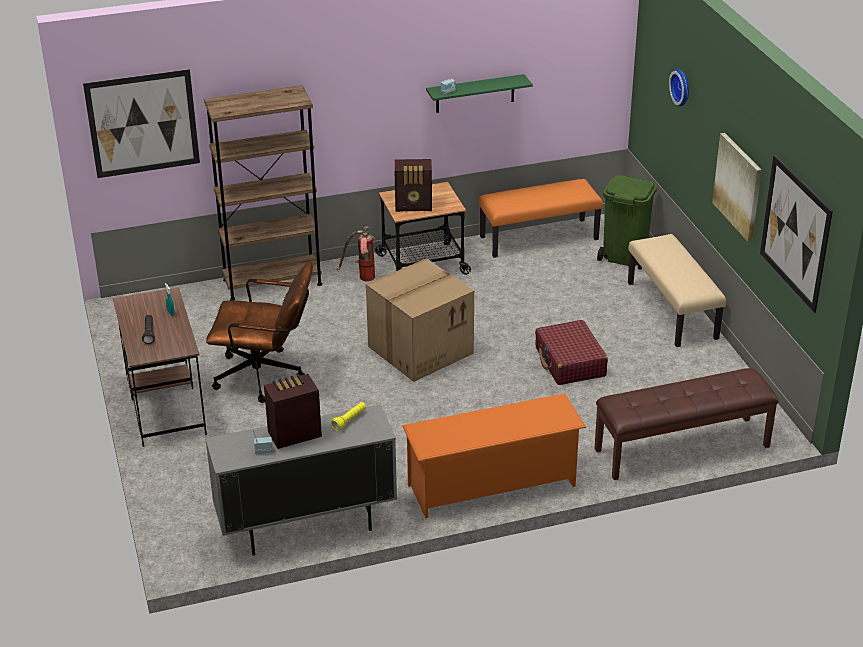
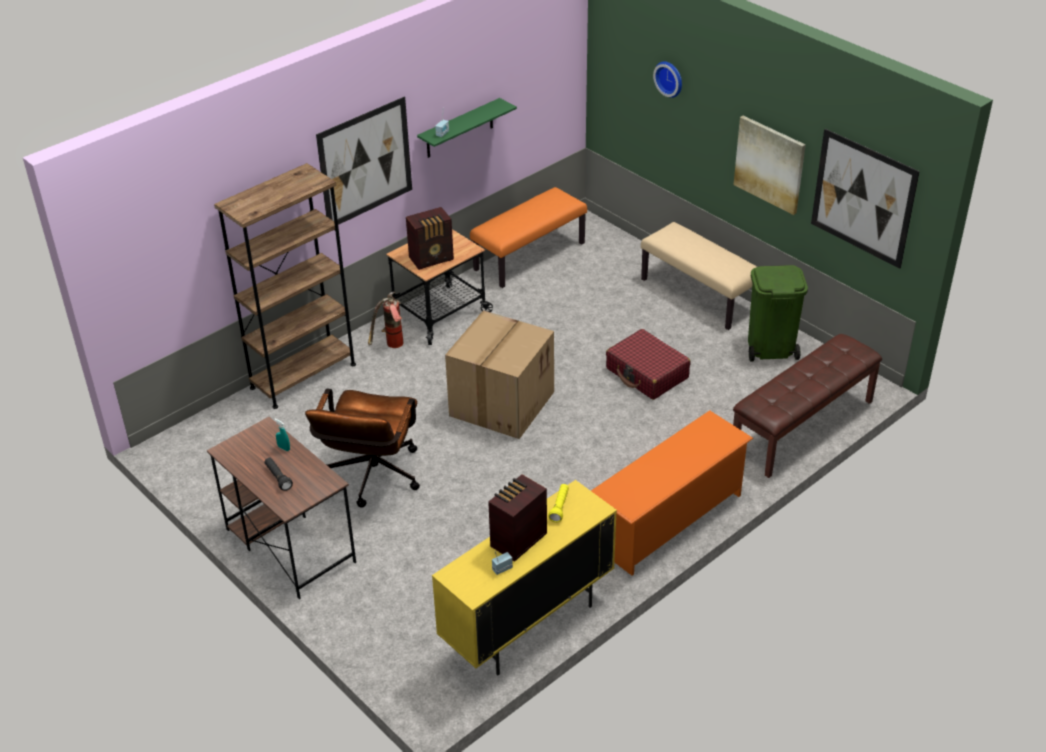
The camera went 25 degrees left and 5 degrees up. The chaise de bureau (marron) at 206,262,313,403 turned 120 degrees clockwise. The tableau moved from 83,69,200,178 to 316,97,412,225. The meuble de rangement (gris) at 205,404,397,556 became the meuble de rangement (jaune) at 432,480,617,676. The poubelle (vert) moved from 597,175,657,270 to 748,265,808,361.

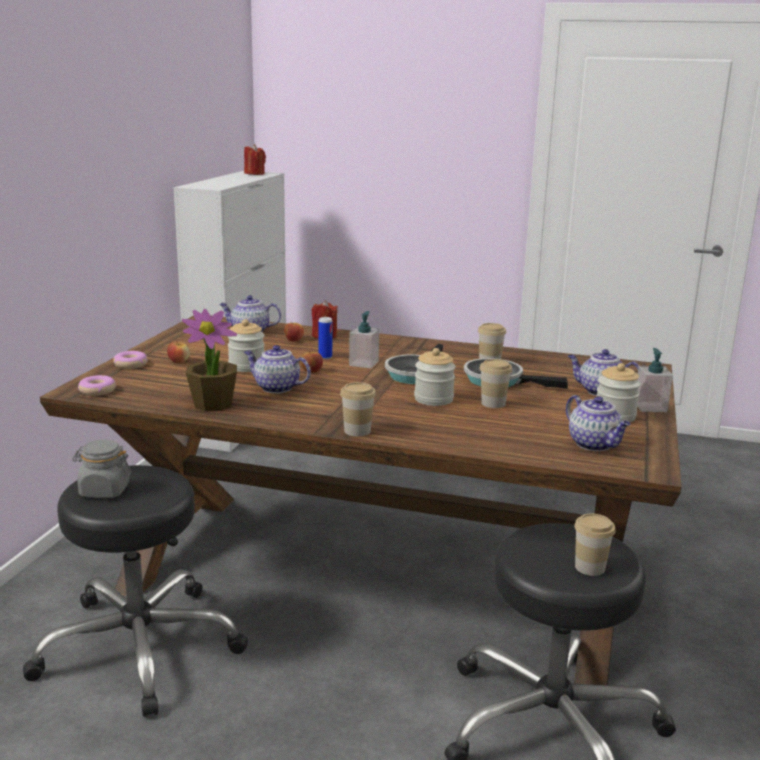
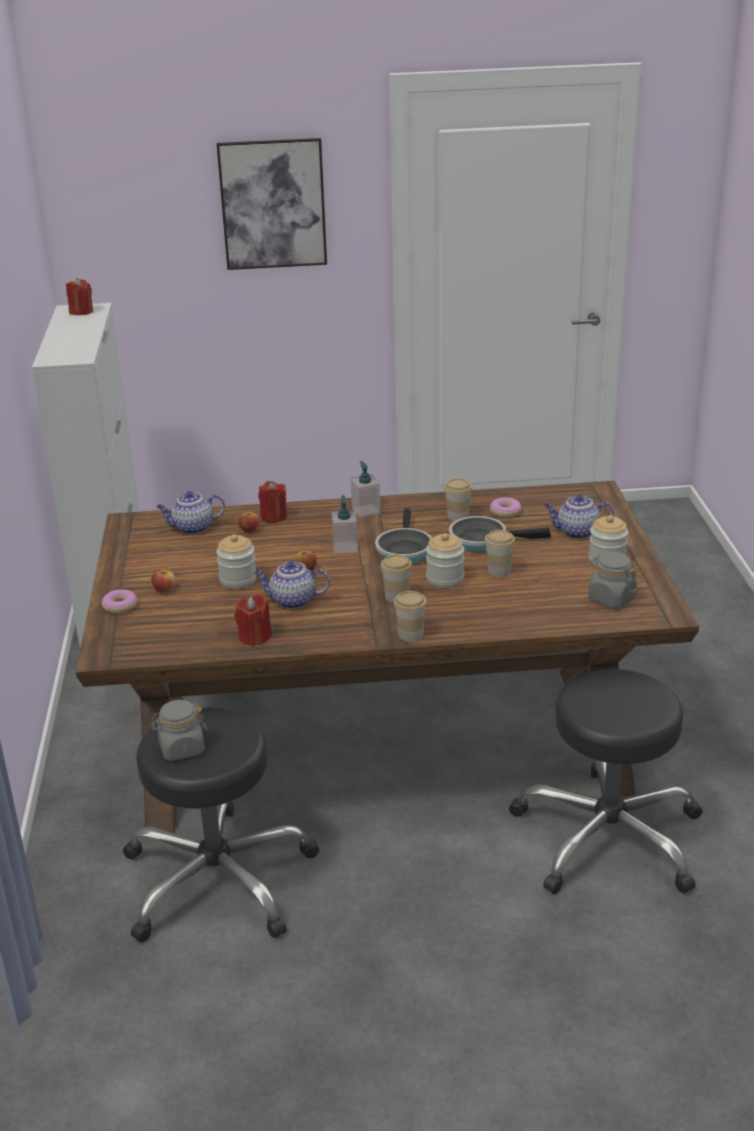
The camera went 20 degrees left and 10 degrees up. The tableau at 217,138,327,270 appeared. The plante en pot at 182,309,237,412 was replaced by the bougie (rouge) at 234,594,272,646. The distributeur de savon moved from 637,348,673,412 to 351,461,381,517. The tasse moved from 574,513,615,576 to 381,554,412,603. The beignet moved from 78,375,116,396 to 490,497,521,518. The théière at 566,395,631,451 was replaced by the bocal (gris) at 588,552,637,608. The boîte métallique at 318,317,333,359 disappeared.

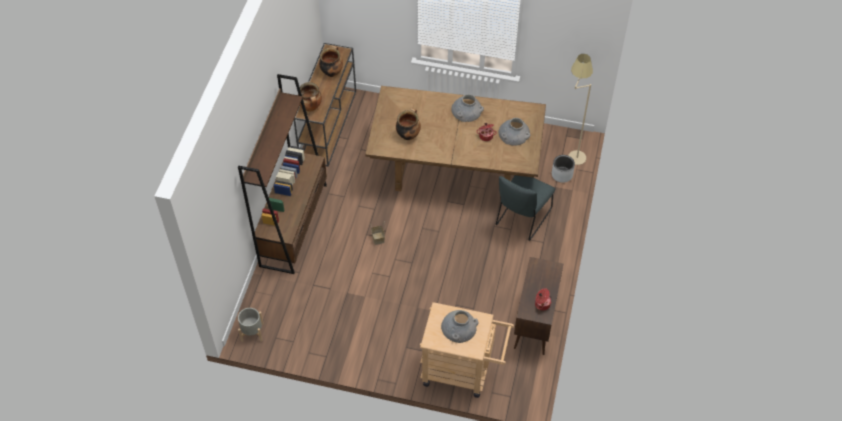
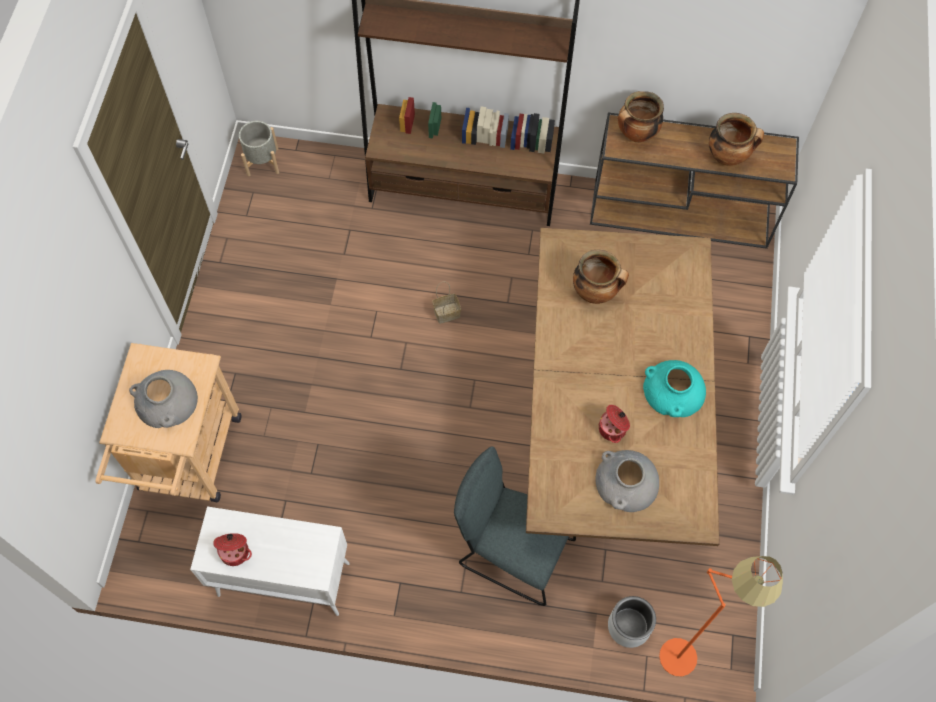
The camera went 85 degrees right and 10 degrees up. The meuble de rangement (marron) at 514,257,563,355 became the meuble de rangement (blanc) at 190,507,350,616. The vase (gris) at 451,94,484,122 became the vase (turquoise) at 643,360,706,417. The lampadaire (beige) at 568,54,593,165 became the lampadaire (orange) at 659,556,783,676.

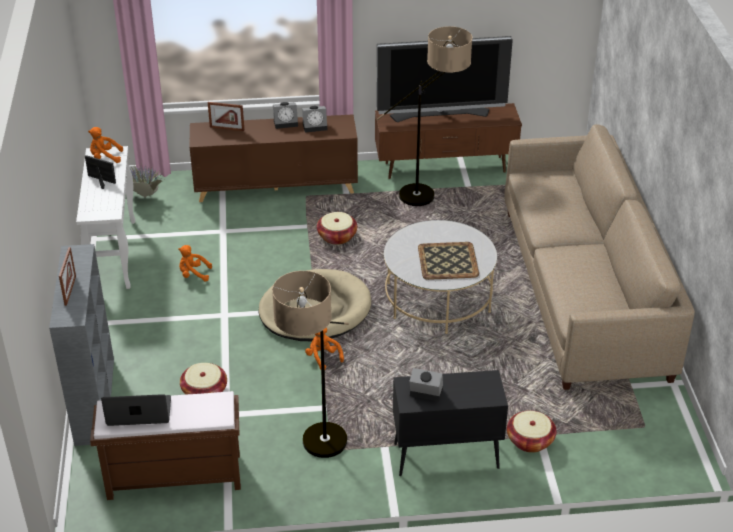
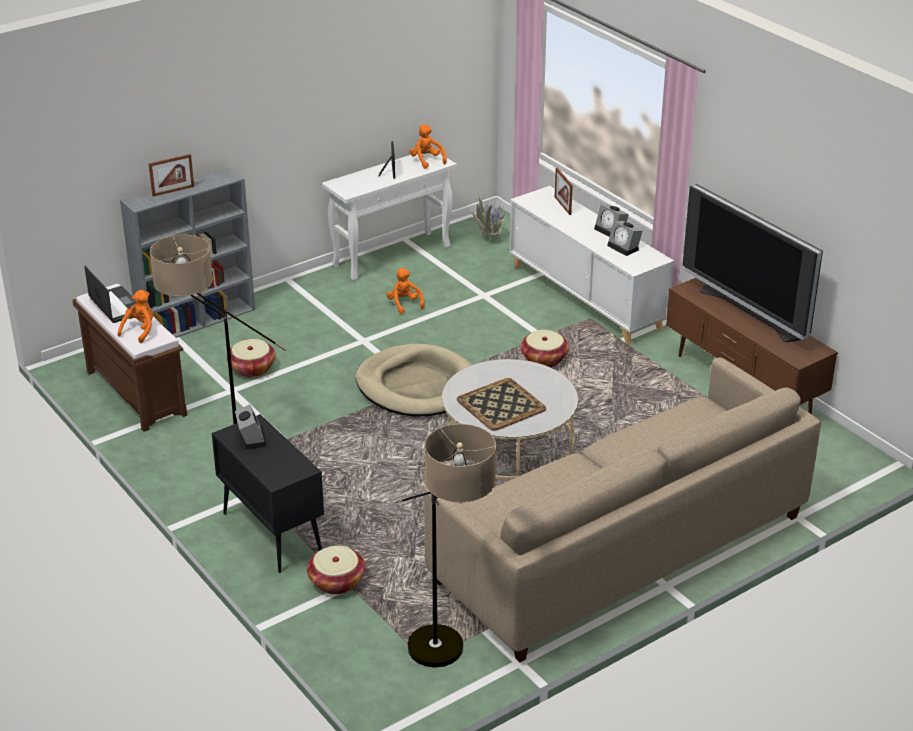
The camera went 60 degrees right and 5 degrees down. The peluche (orange) moved from 305,327,344,369 to 118,290,153,343. The lampadaire moved from 376,26,472,206 to 396,424,496,667. The meuble de rangement (marron) at 189,114,358,202 became the meuble de rangement (blanc) at 509,186,674,344.

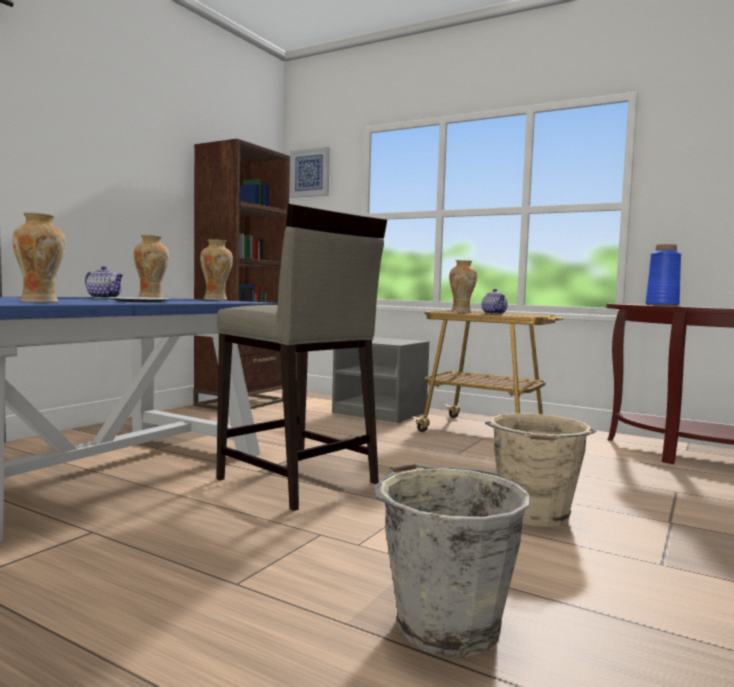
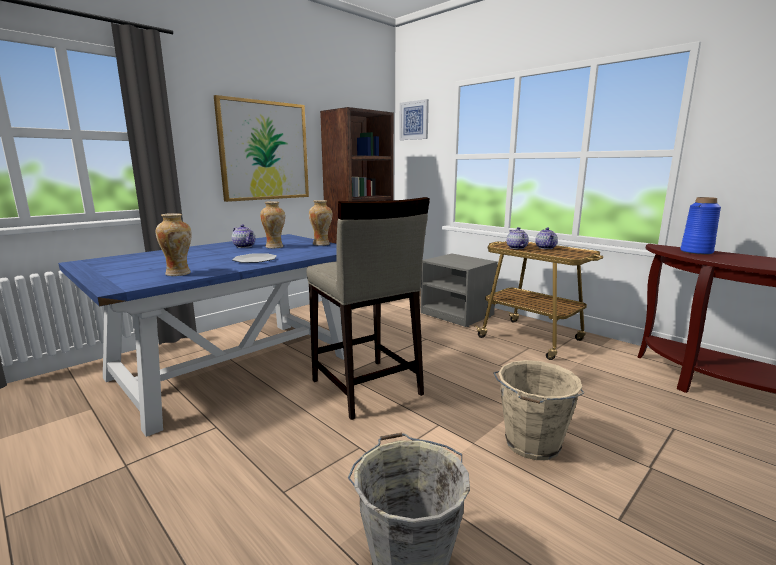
The camera went 15 degrees right and 10 degrees up. The tableau at 214,95,309,202 appeared. The vase at 449,260,477,313 was replaced by the théière at 507,227,529,249.

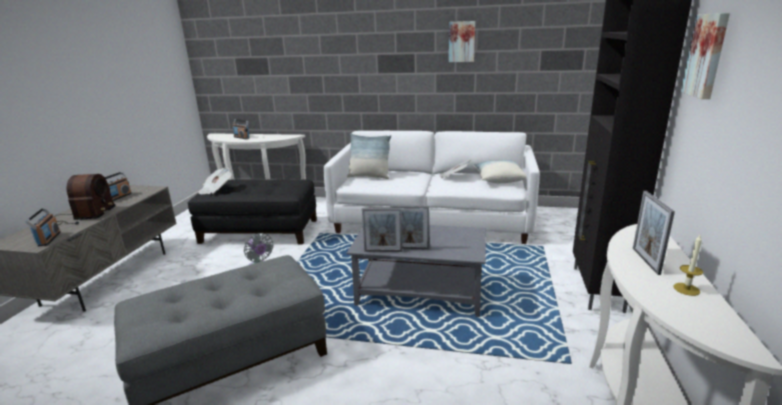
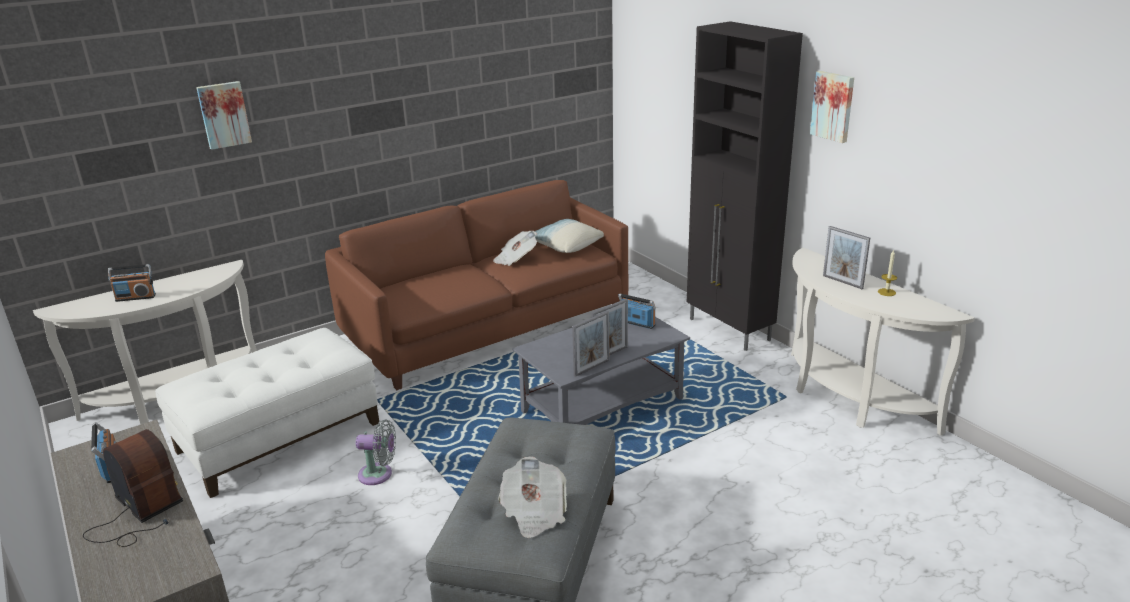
The camera went 45 degrees left and 5 degrees up. The pouf (noir) at 188,179,317,245 became the pouf (blanc) at 155,328,380,498. The tableau moved from 449,21,475,62 to 196,81,252,150. The canapé (blanc) at 323,131,540,244 became the canapé (marron) at 325,180,629,390. The journal moved from 198,167,232,194 to 498,457,567,538. The radio moved from 25,208,61,247 to 618,293,656,329. The coussin at 347,133,391,179 disappeared.

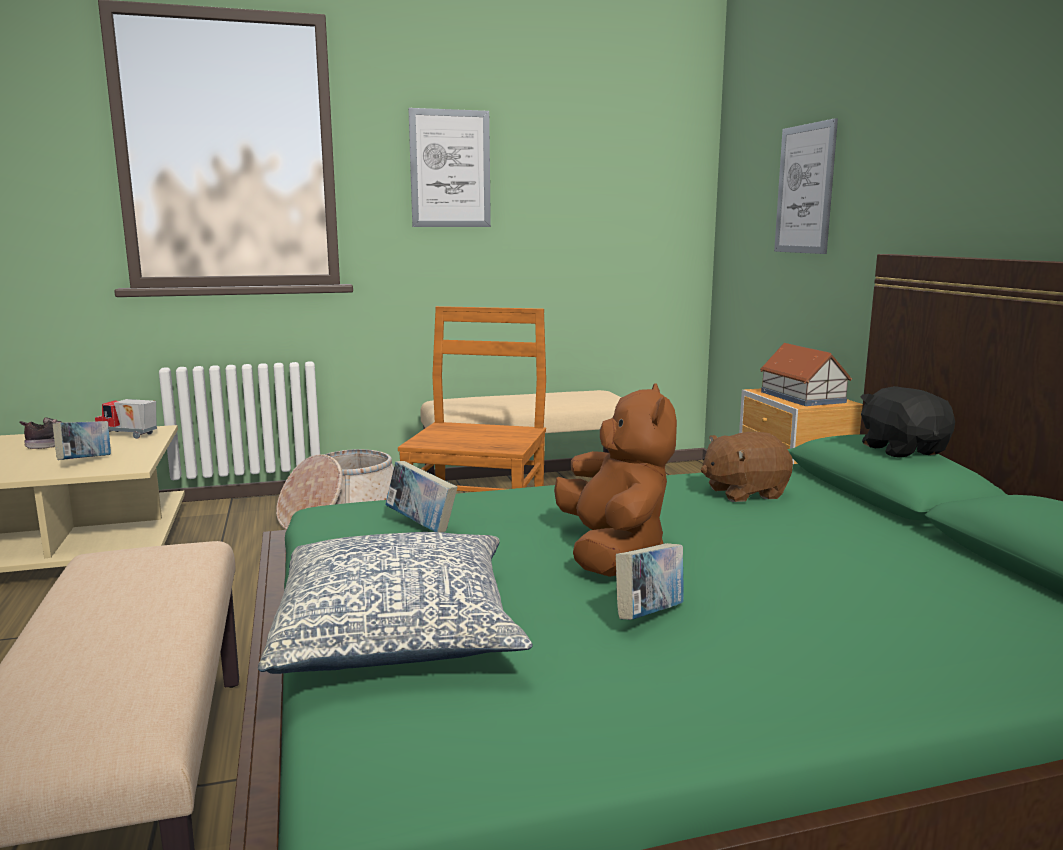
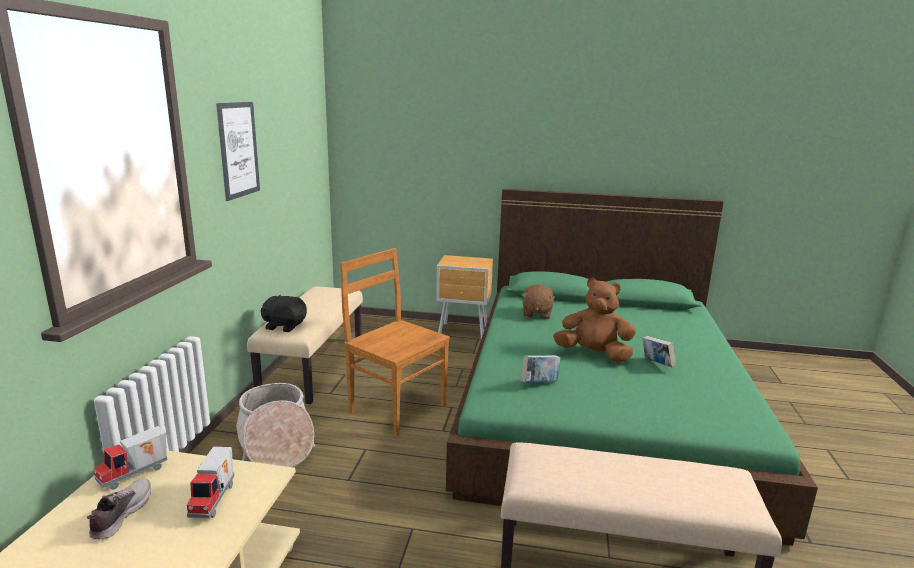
The camera went 65 degrees left and 5 degrees up. The livre at 53,421,111,460 was replaced by the camion jouet at 187,447,235,518. The peluche (noir) moved from 860,386,955,458 to 261,295,307,332. The coussin at 258,532,533,674 disappeared. The maison miniature at 760,343,852,406 disappeared. The tableau at 774,118,838,254 disappeared.

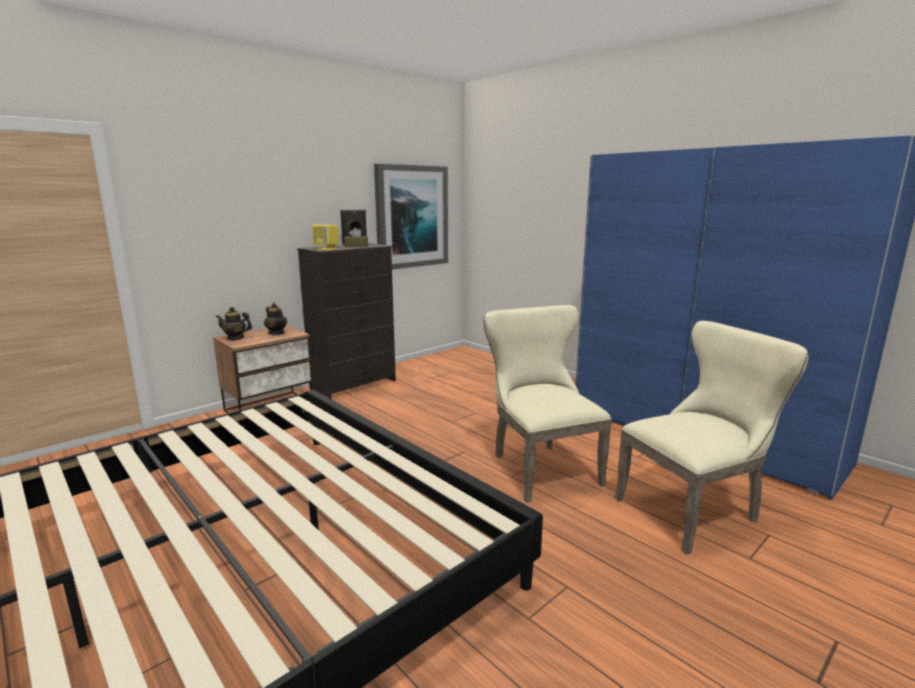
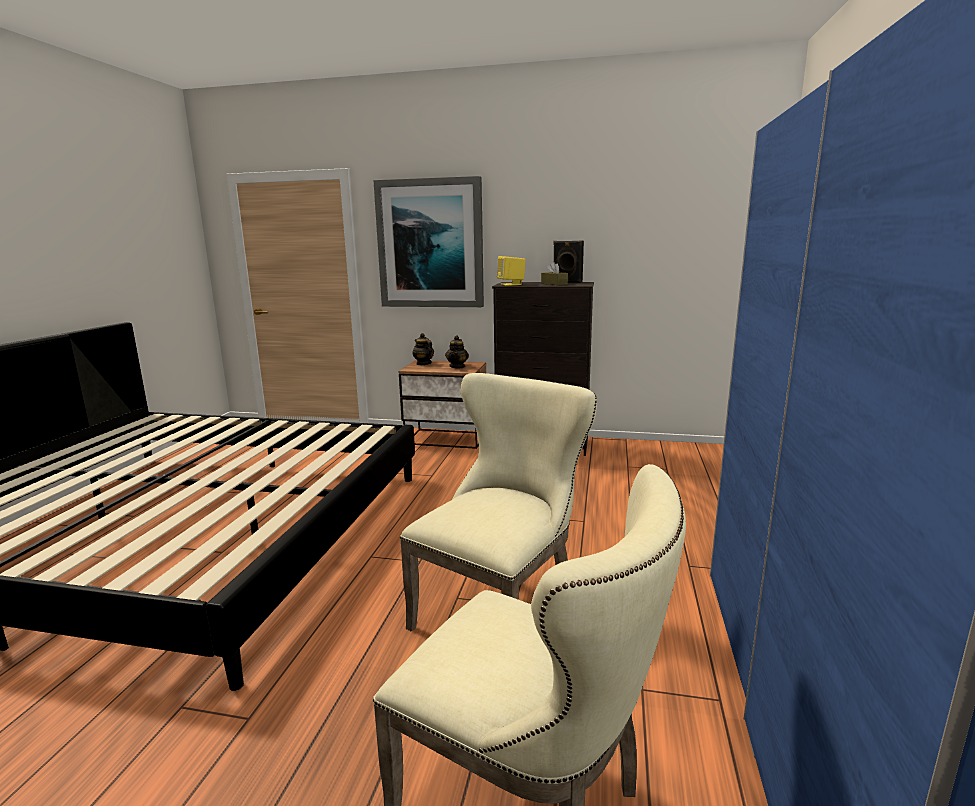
The camera went 55 degrees right and 0 degrees up. The tableau moved from 374,164,448,270 to 373,176,484,307.

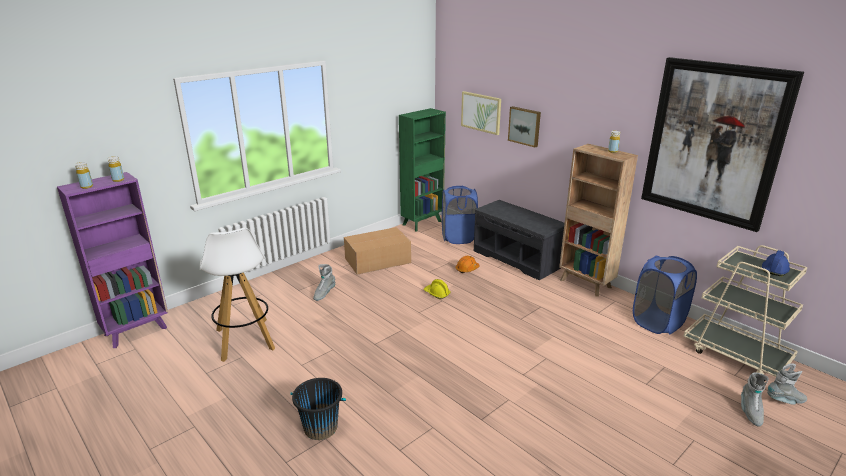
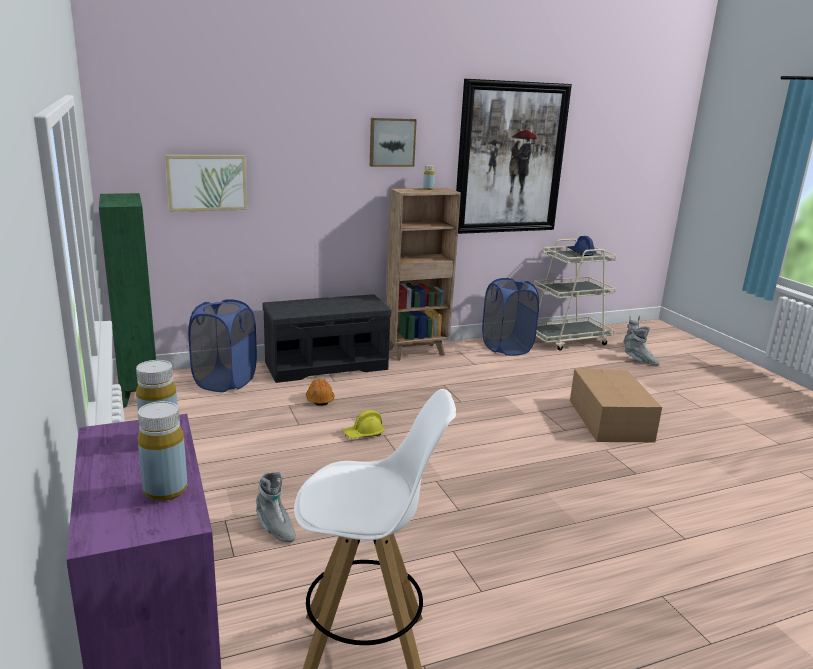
The camera went 70 degrees left and 5 degrees down. The tableau moved from 508,106,541,147 to 370,118,417,167. The carton moved from 344,227,411,275 to 570,369,662,442. The seau (noir) at 290,378,346,440 disappeared.

